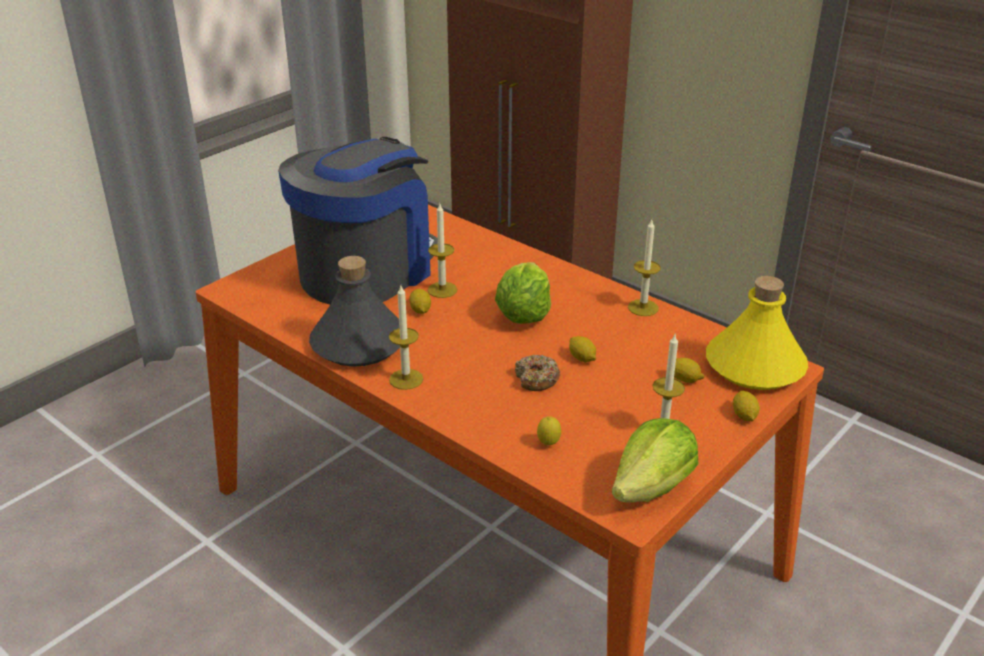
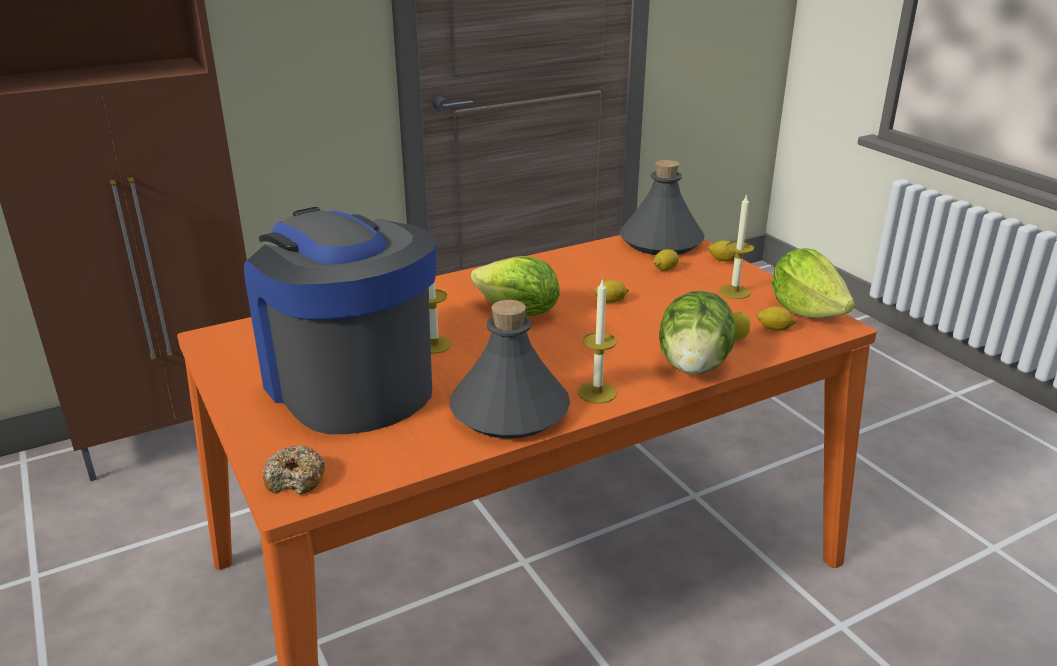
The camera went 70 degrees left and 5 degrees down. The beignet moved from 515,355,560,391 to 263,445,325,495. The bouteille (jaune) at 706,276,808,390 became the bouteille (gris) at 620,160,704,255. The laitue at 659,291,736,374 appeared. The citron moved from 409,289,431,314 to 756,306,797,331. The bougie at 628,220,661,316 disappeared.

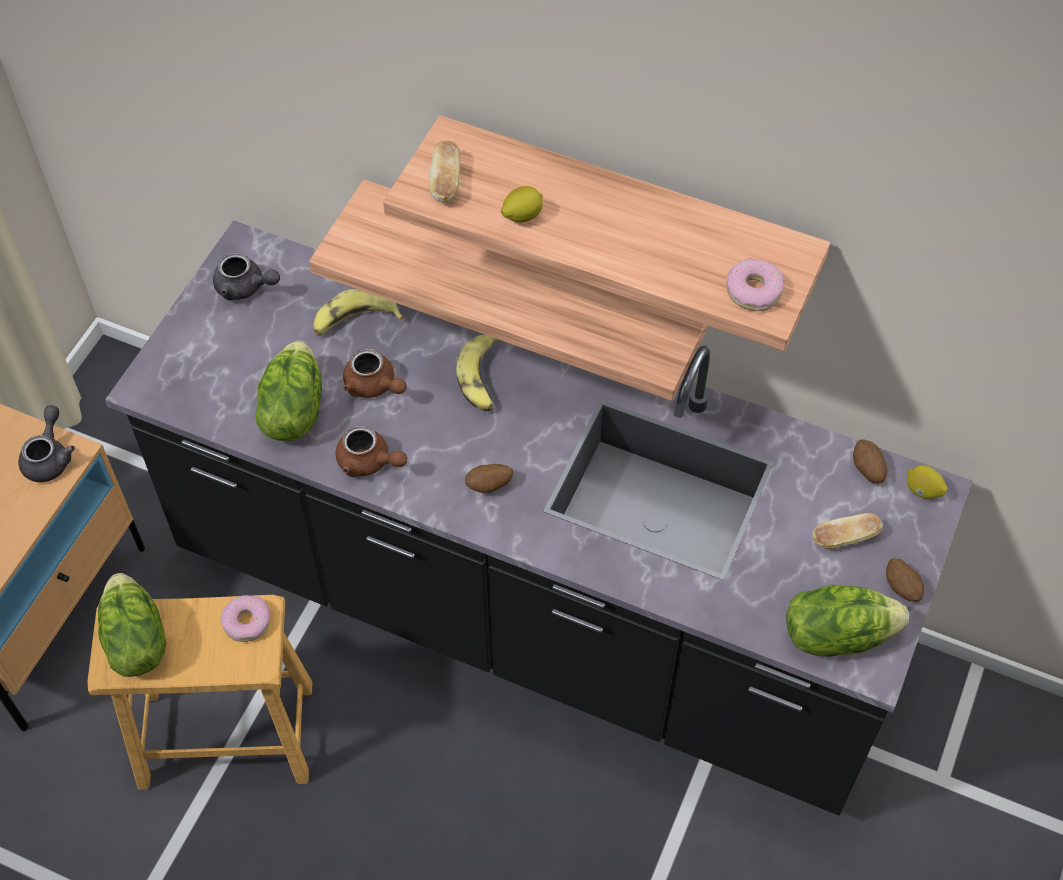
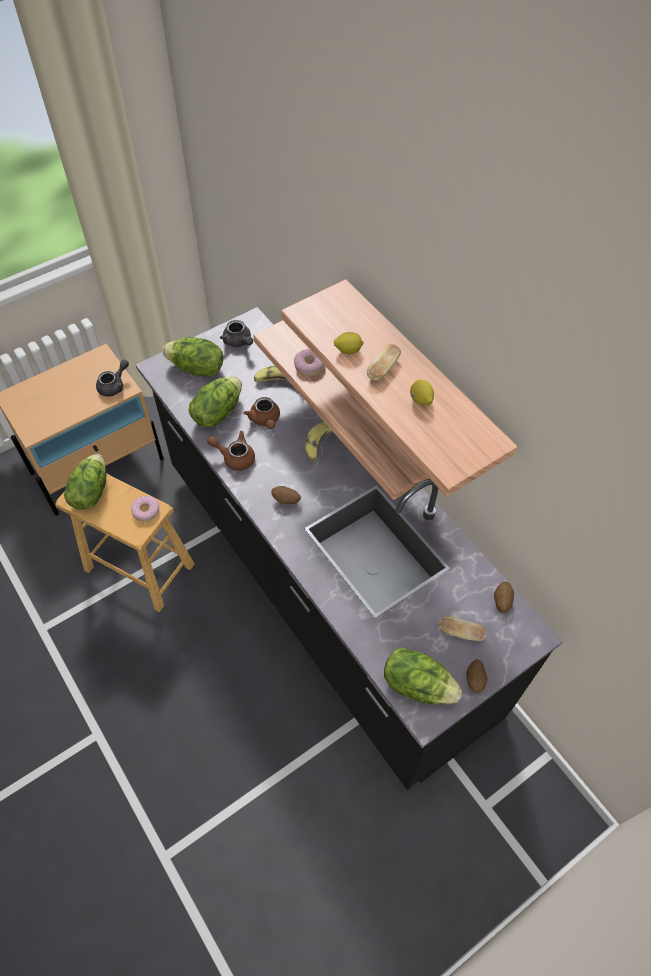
The camera went 30 degrees right and 0 degrees up. The laitue at 163,337,223,376 appeared. The théière (marron) at 335,426,407,477 turned 135 degrees clockwise. The beignet moved from 727,259,784,311 to 294,349,325,376. The pain moved from 429,141,460,202 to 367,344,401,381. The citron moved from 907,465,948,499 to 410,380,434,406.

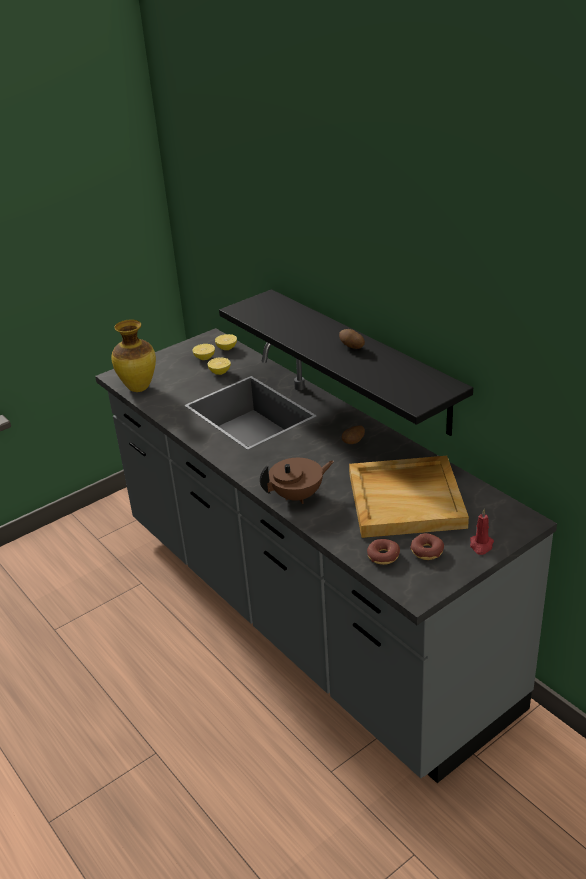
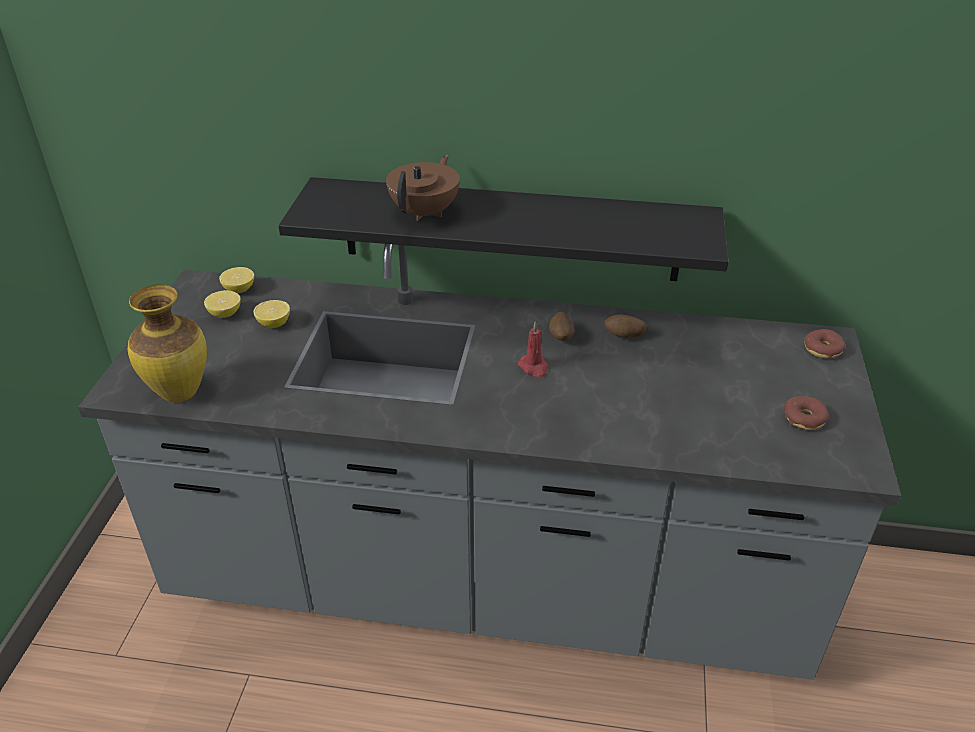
The camera went 45 degrees left and 5 degrees up. The théière (marron) moved from 260,458,334,504 to 386,155,460,221. The bougie (rouge) moved from 470,509,494,555 to 518,321,549,378. The pomme de terre moved from 339,329,365,349 to 604,314,647,338. The beignet moved from 367,539,400,565 to 805,329,845,359. The plateau (beige) at 349,456,469,538 disappeared.

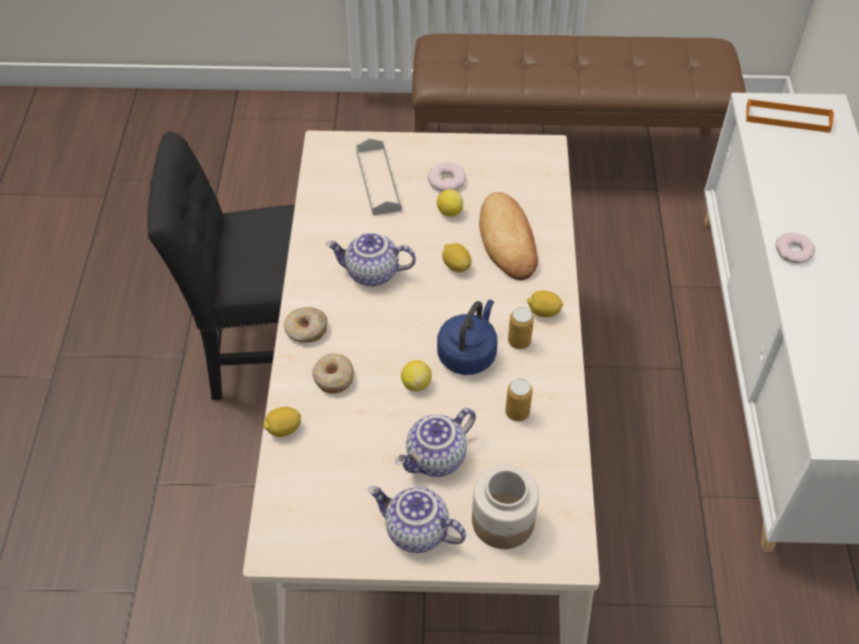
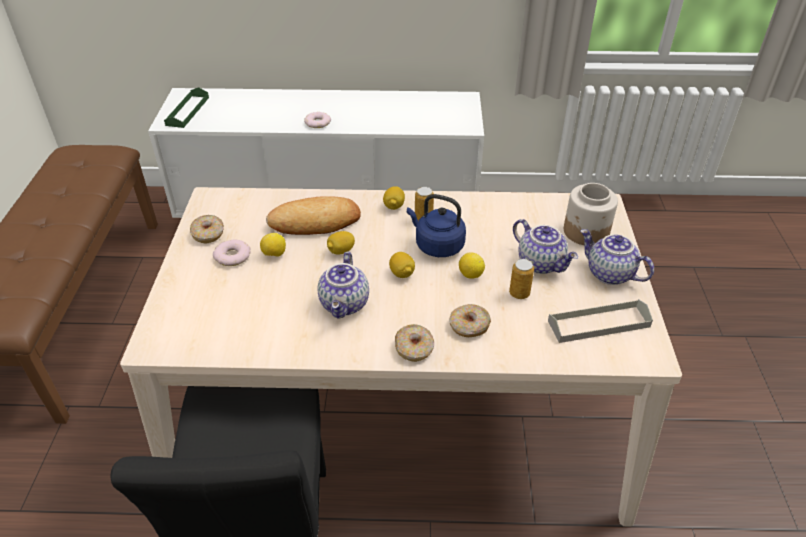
The camera went 90 degrees left and 10 degrees down. The plateau (orange) at 746,99,834,133 became the plateau (vert) at 164,87,209,128. The beignet at 190,215,224,244 appeared. The citron moved from 263,407,301,437 to 389,252,415,278. The boîte métallique moved from 505,378,533,421 to 509,259,534,299. The plateau (gris) moved from 356,138,402,216 to 548,299,653,343. The théière at 368,486,466,553 turned 105 degrees clockwise.

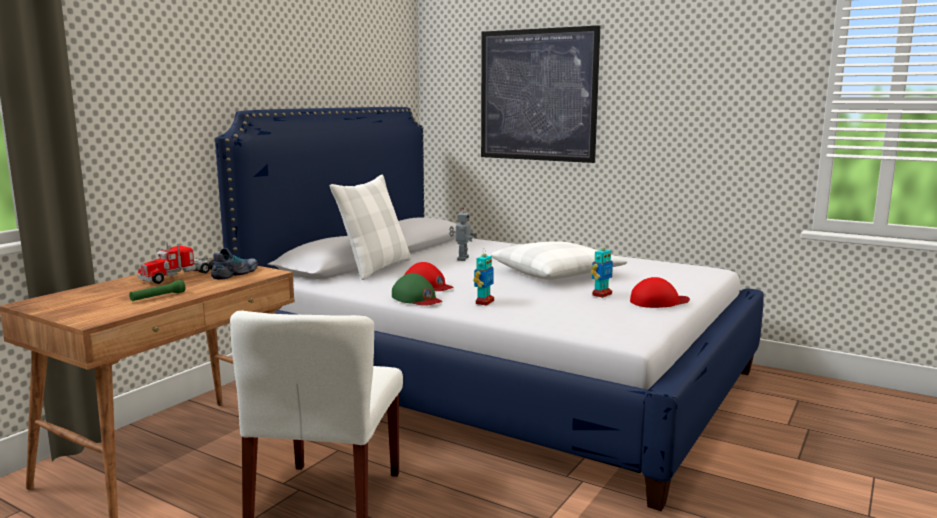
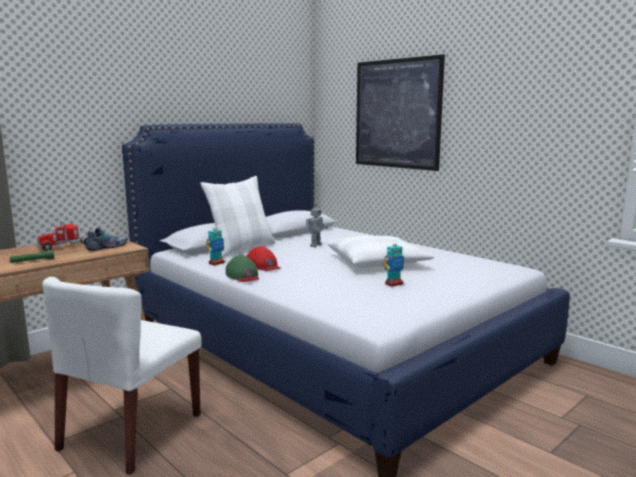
The camera went 15 degrees right and 0 degrees up. The robot jouet moved from 473,253,494,305 to 206,224,225,266. The casquette (rouge) at 630,277,690,308 disappeared.

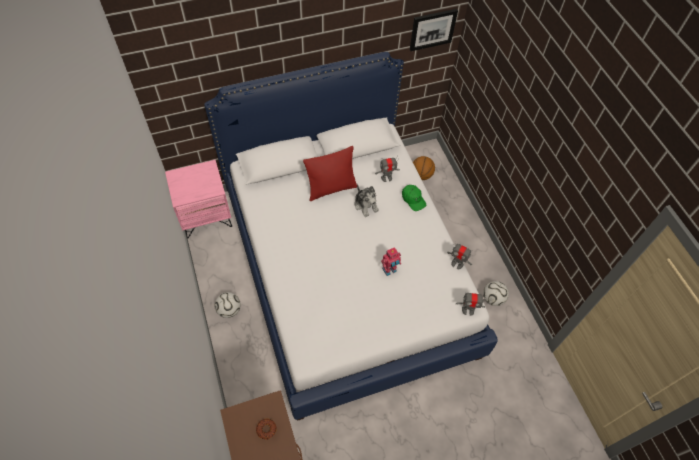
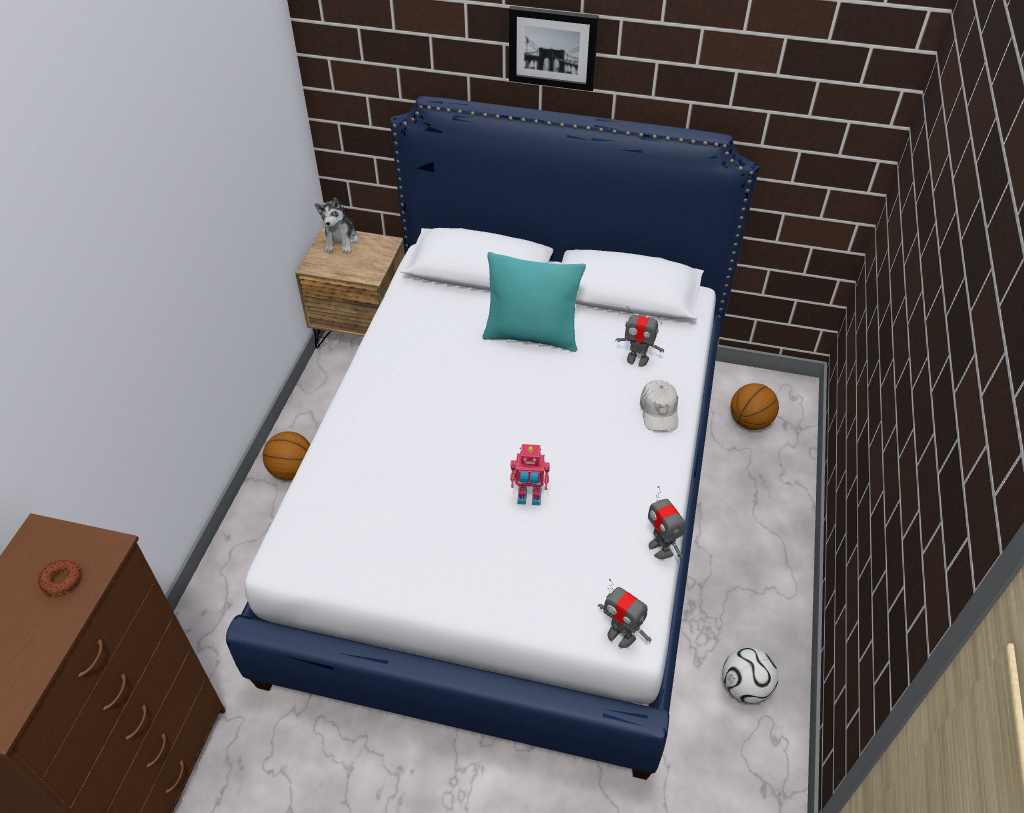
The camera went 35 degrees right and 10 degrees down. The ballon de foot at 214,292,241,318 was replaced by the ballon de basket at 263,432,311,480. The table de chevet (rose) at 165,160,232,239 became the table de chevet (marron) at 295,226,405,349. The peluche moved from 355,184,379,217 to 315,198,359,253. The coussin (rouge) at 303,146,357,201 became the coussin (turquoise) at 483,252,586,352. The tableau moved from 410,9,458,51 to 509,6,599,91. The casquette (vert) at 402,185,426,211 became the casquette (blanc) at 640,380,678,431.

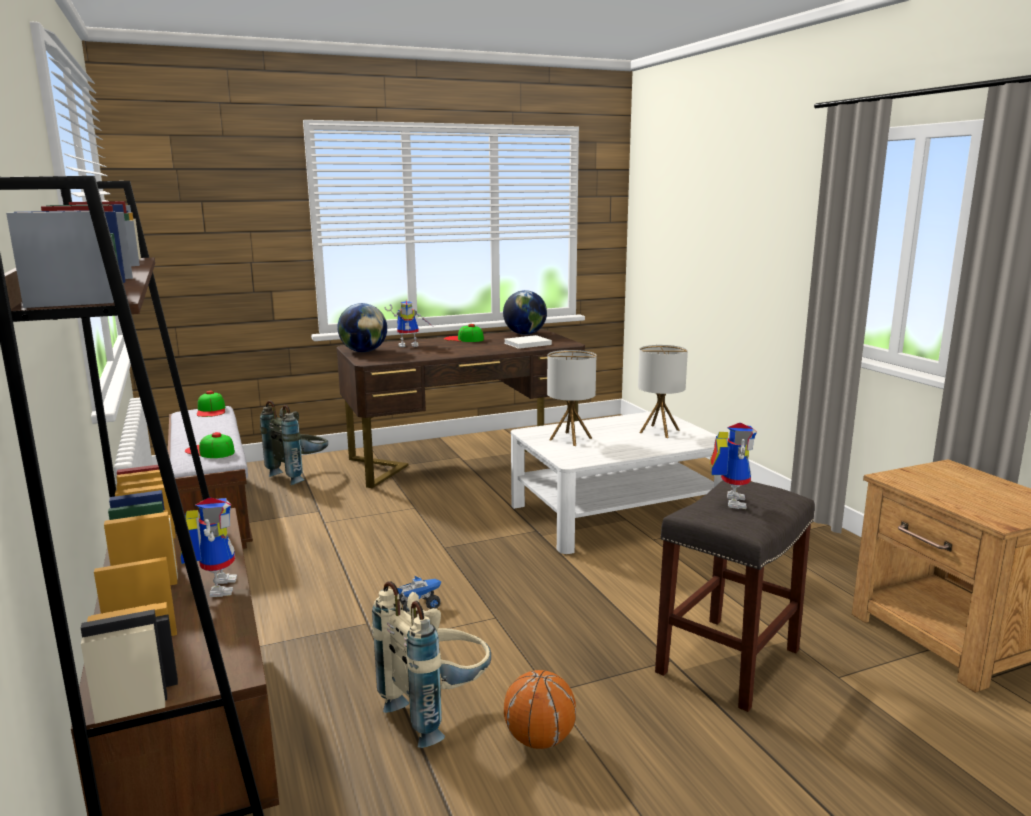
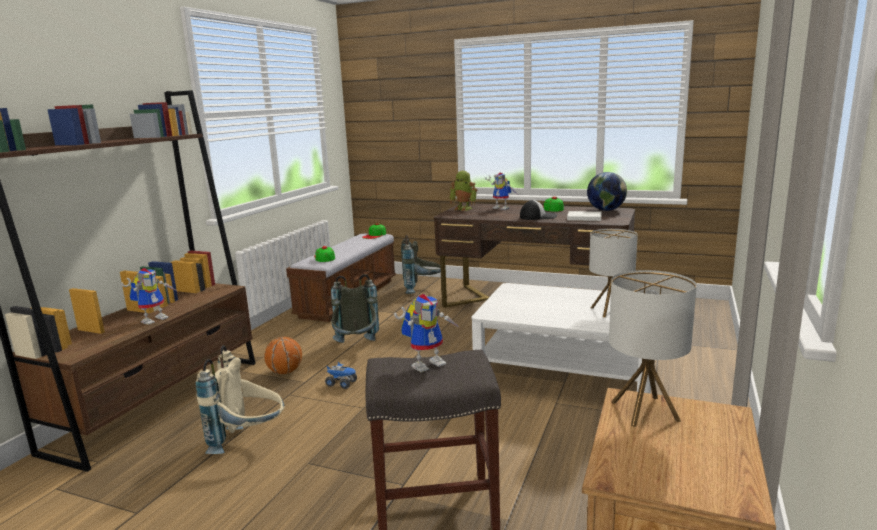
The camera went 45 degrees right and 0 degrees up. The ballon de basket moved from 504,670,576,749 to 264,337,302,374. The sac à dos (gris) at 331,274,379,343 appeared. The globe at 337,303,387,352 was replaced by the robot jouet at 449,171,477,211. The casquette at 520,200,557,220 appeared. The lampe de table moved from 547,350,596,446 to 609,270,697,427.

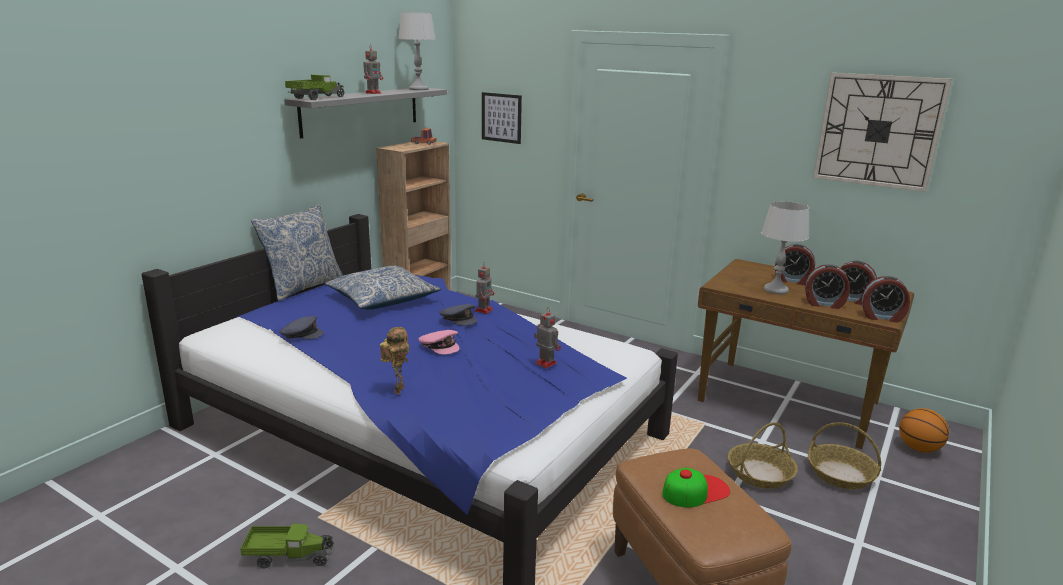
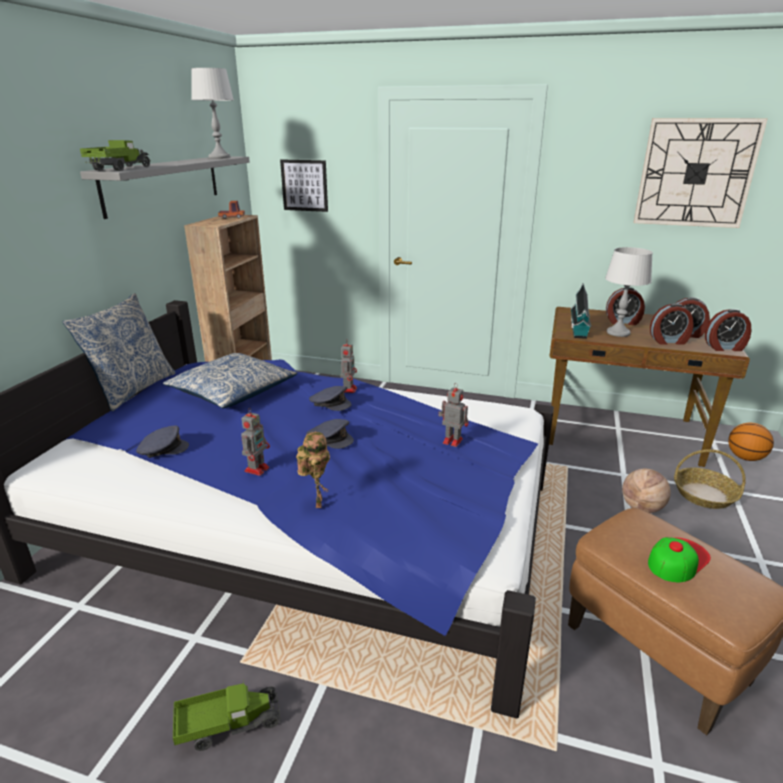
The camera went 15 degrees left and 5 degrees up. The robot jouet moved from 363,45,383,94 to 241,408,270,476. The casquette (rose) at 418,330,459,355 became the casquette (gris) at 306,419,354,449. The maison miniature at 571,283,592,339 appeared. The panier at 728,422,798,489 was replaced by the ballon de basket at 622,469,671,513.

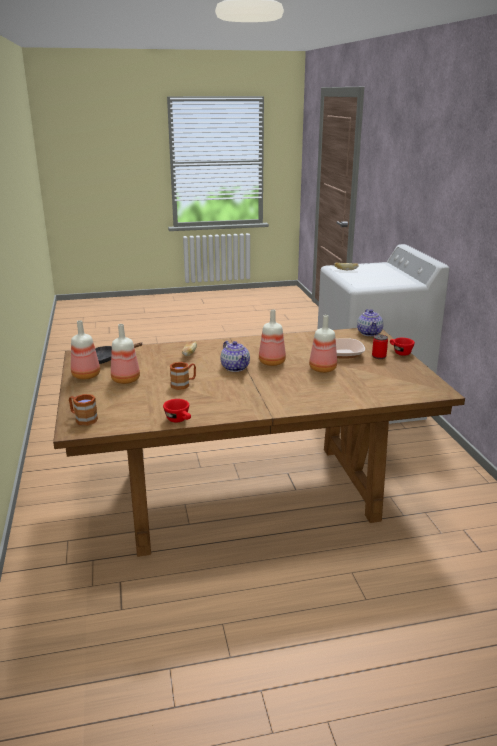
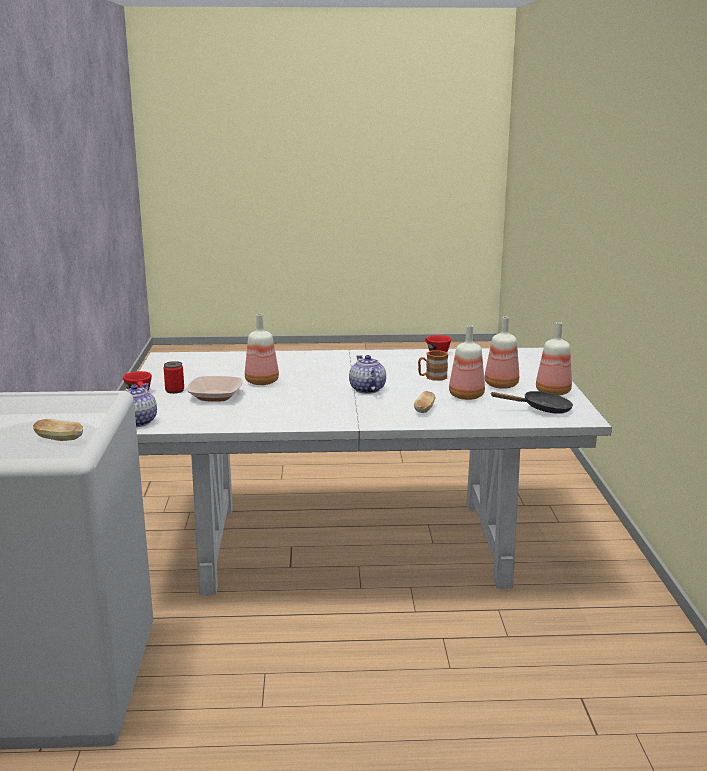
The camera went 170 degrees left and 5 degrees down. The table à manger (marron) at 53,328,465,557 became the table à manger (blanc) at 136,348,612,595. The bouteille moved from 259,309,286,366 to 449,325,485,400. The mug (marron) at 69,394,98,425 disappeared.

